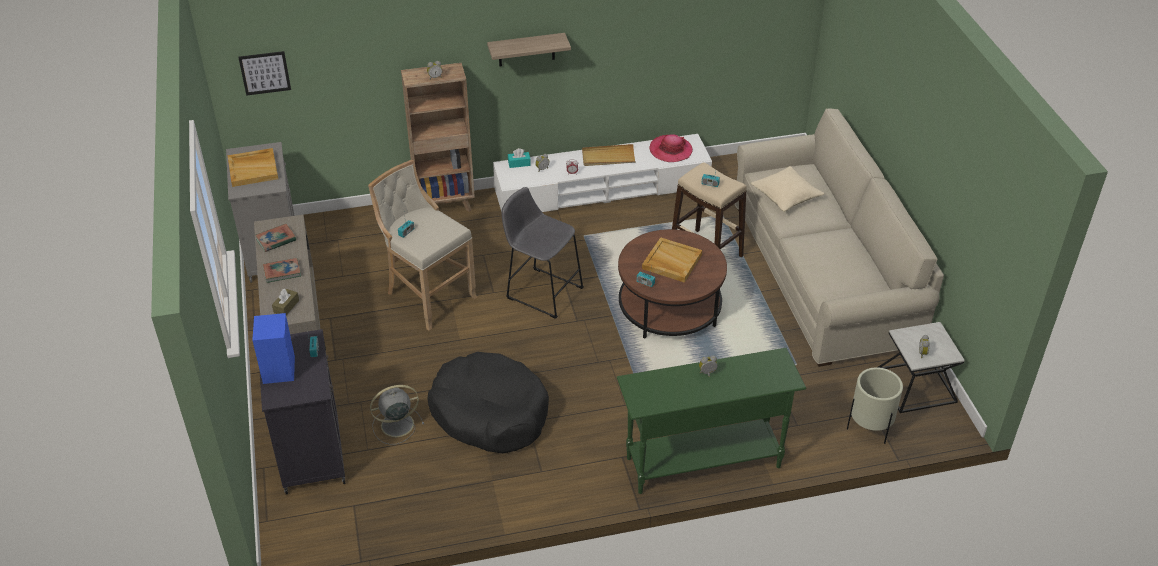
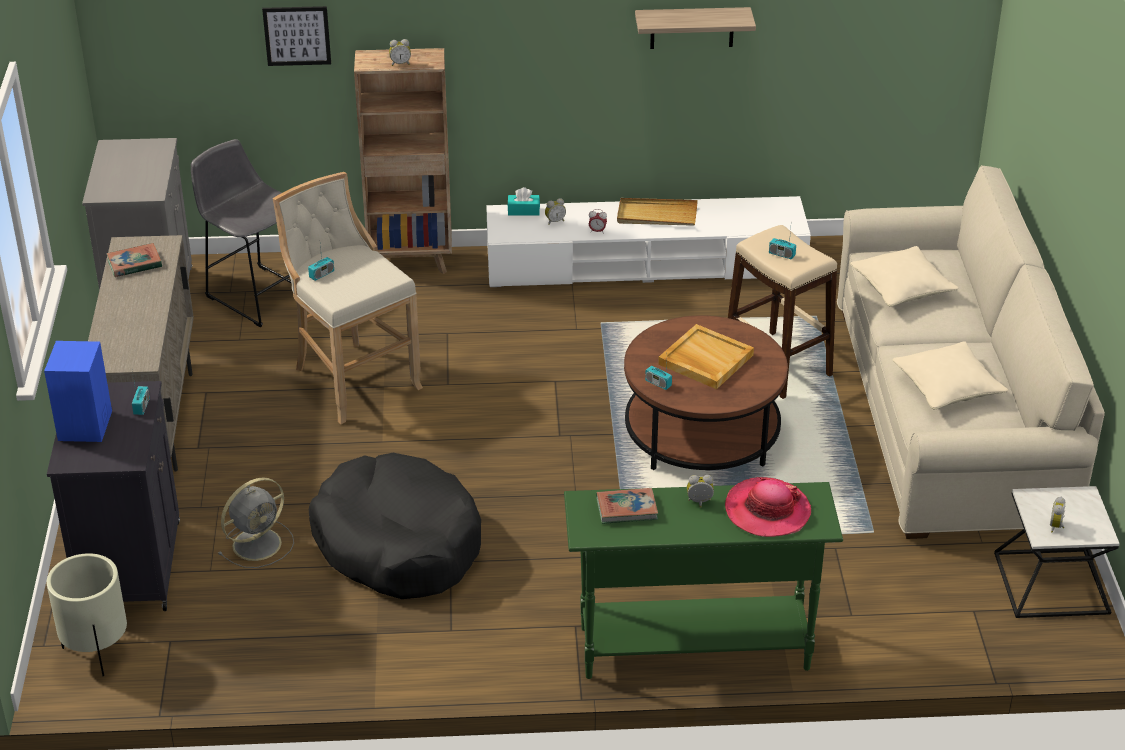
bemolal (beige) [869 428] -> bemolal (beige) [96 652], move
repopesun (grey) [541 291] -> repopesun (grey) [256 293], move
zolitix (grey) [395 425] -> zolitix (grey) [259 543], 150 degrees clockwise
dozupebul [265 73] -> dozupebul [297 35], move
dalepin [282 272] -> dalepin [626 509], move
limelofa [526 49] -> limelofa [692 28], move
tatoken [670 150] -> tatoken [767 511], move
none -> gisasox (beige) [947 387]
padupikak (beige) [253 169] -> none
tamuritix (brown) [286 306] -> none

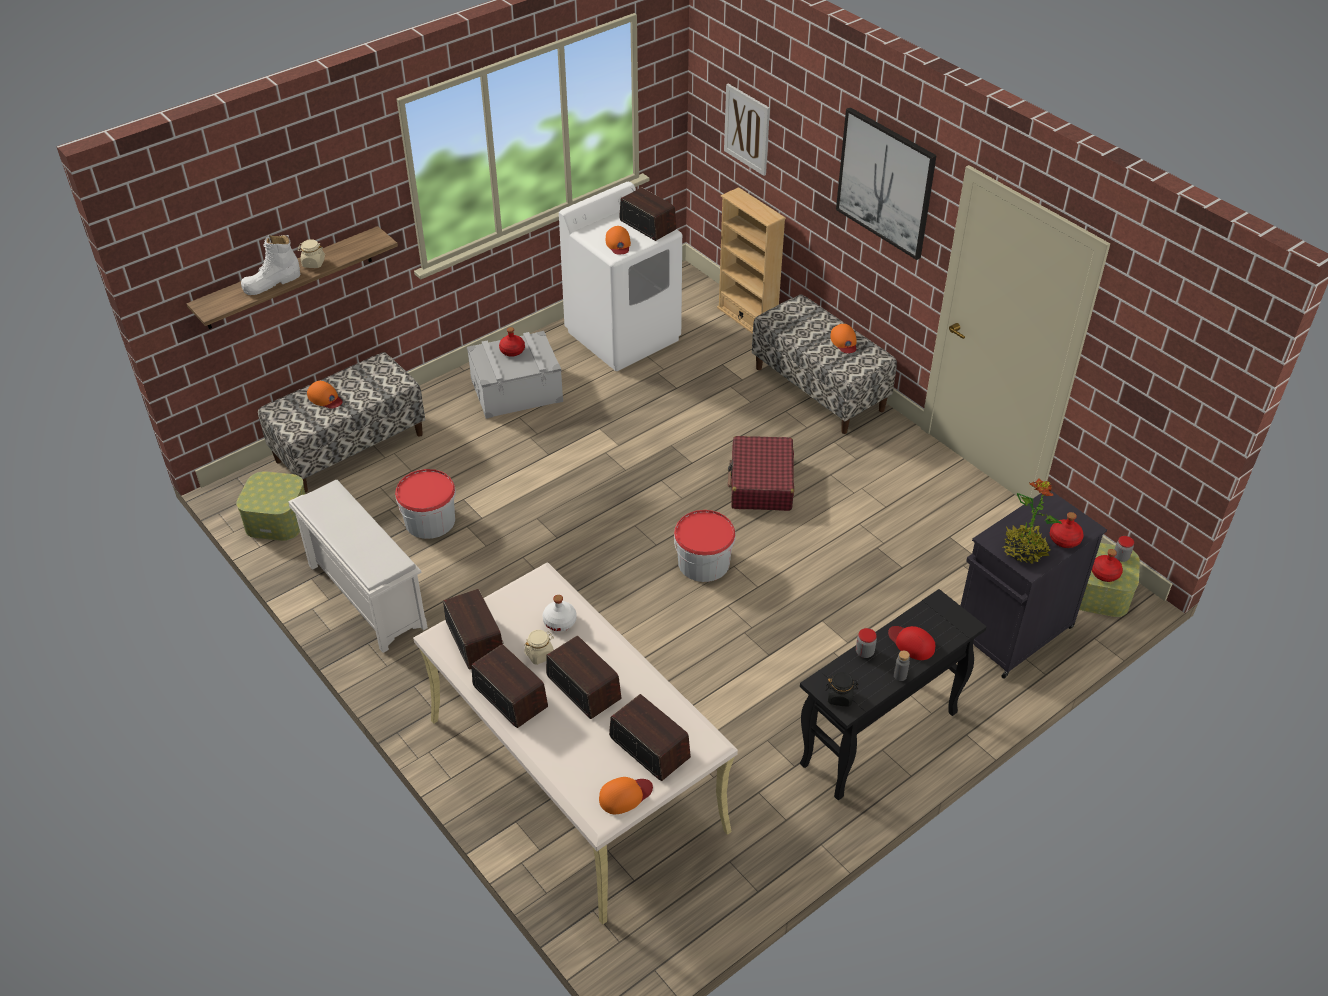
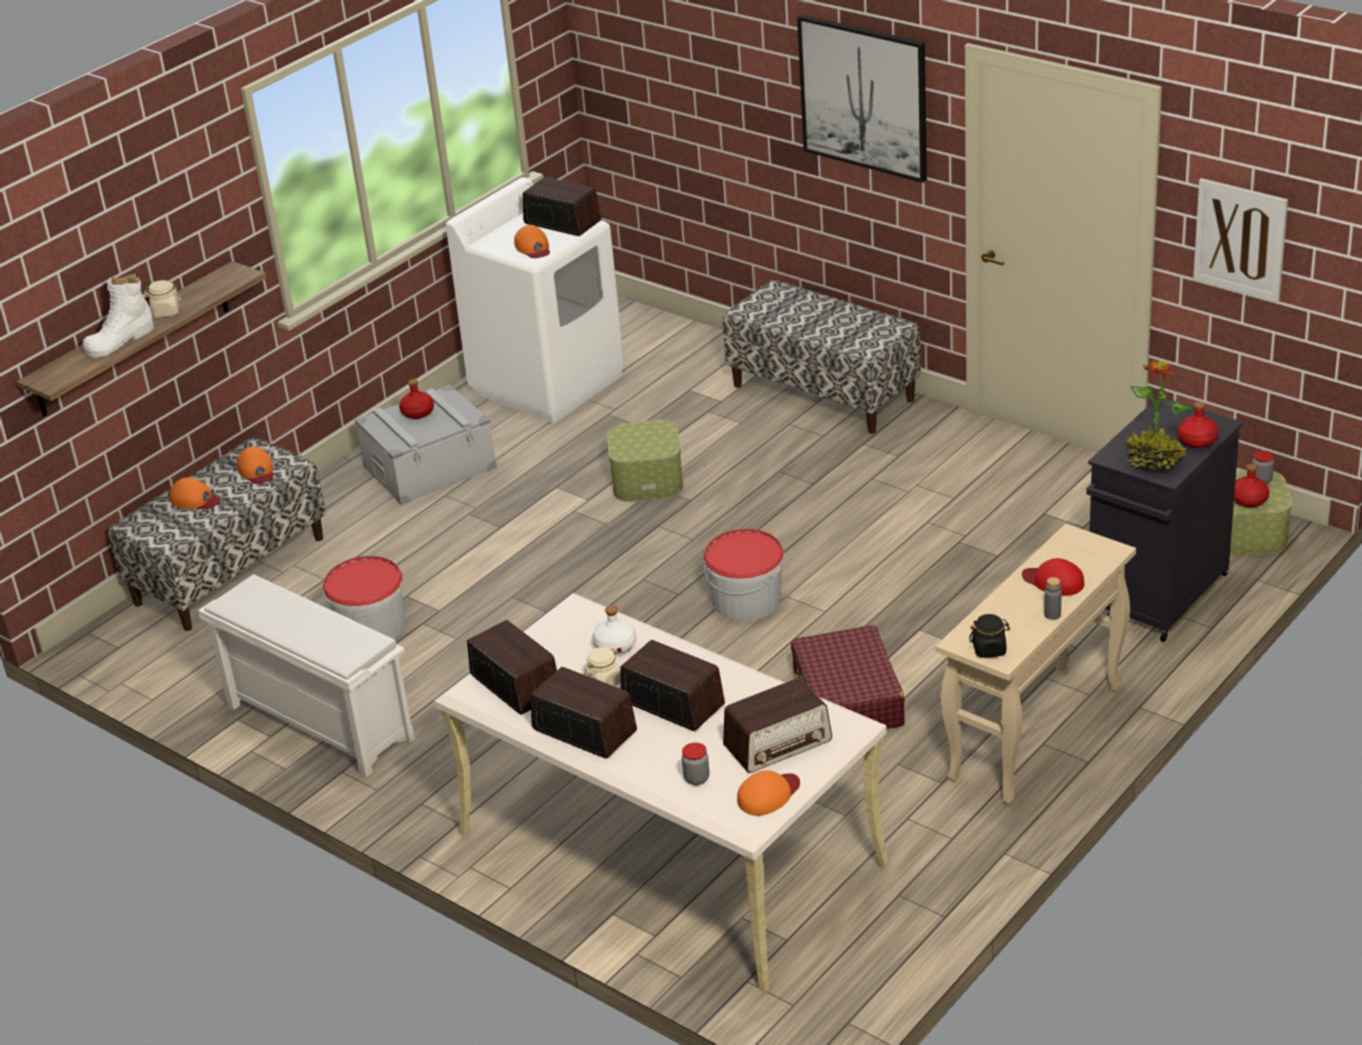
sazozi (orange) [844 341] -> sazozi (orange) [256 470], move
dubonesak [277 519] -> dubonesak [647 480], move
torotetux [864 652] -> torotetux [696 778], move
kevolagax [649 747] -> kevolagax [778 743], 120 degrees clockwise
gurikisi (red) [761 483] -> gurikisi (red) [847 699], move
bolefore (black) [878 740] -> bolefore (beige) [1035 734]
dozupebul [747 129] -> dozupebul [1240 239], move
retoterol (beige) [747 319] -> none

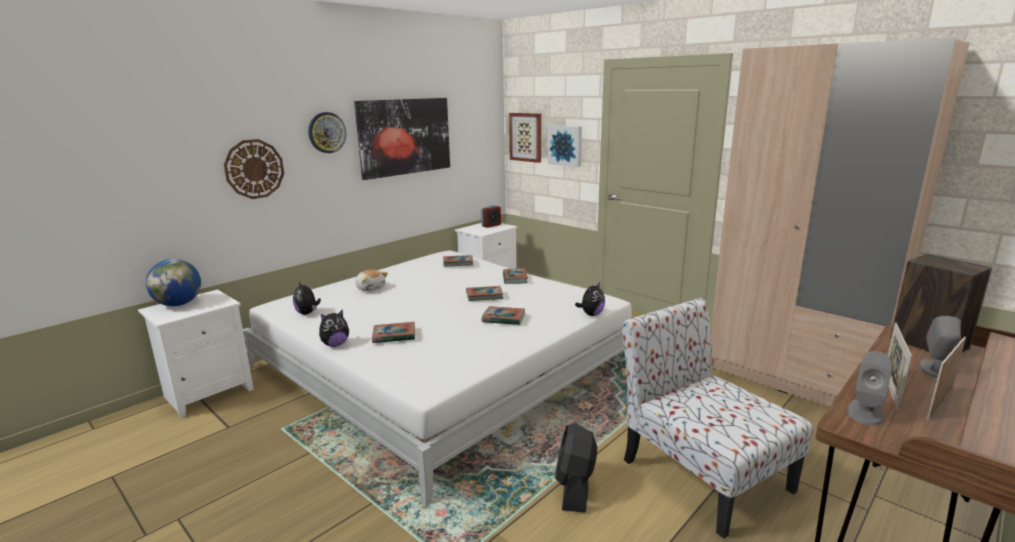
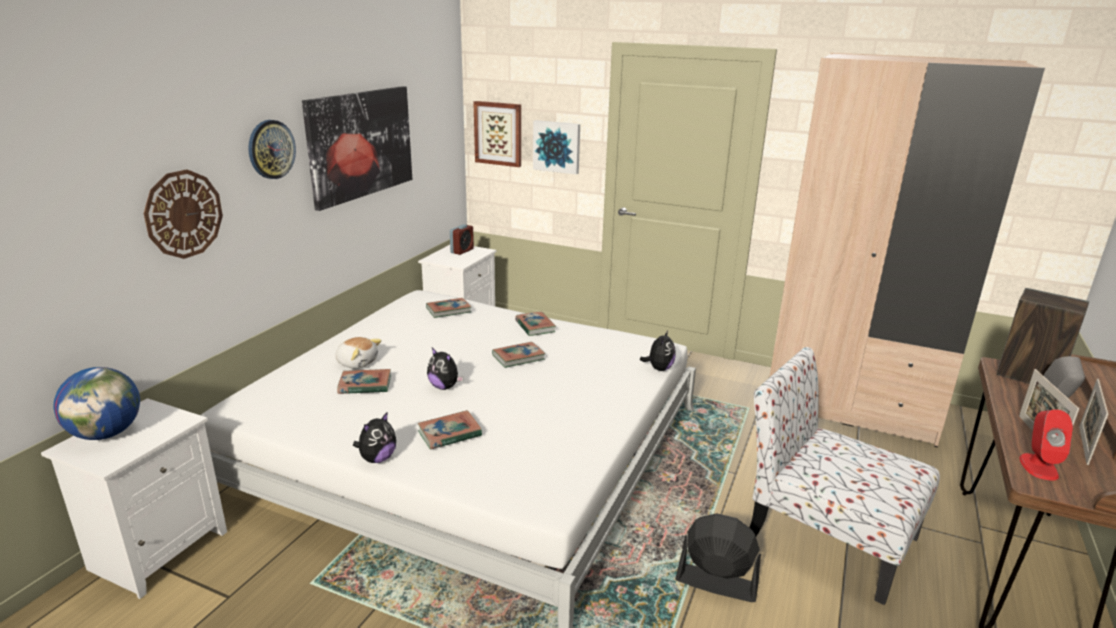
dalepin [503 318] -> dalepin [365 385], move
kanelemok [307 313] -> kanelemok [444 387], move
zolitix (black) [575 488] -> zolitix (black) [716 582], 120 degrees clockwise
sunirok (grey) [865 412] -> sunirok (red) [1038 466]

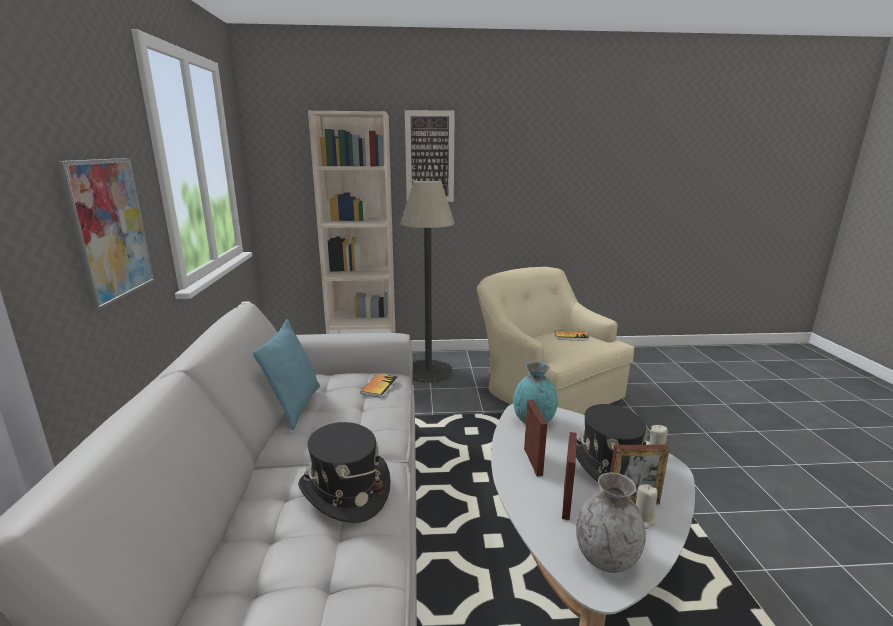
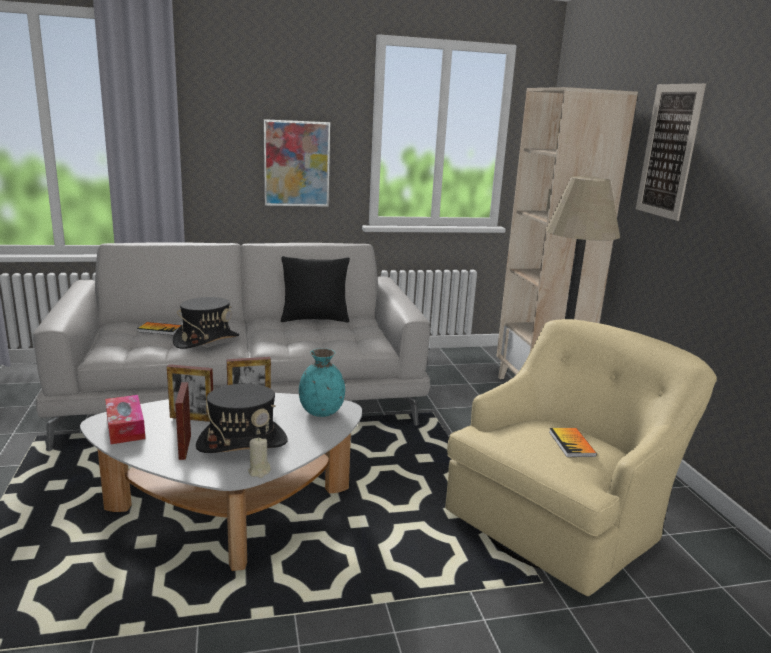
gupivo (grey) [606 558] -> tamuritix [125 427]
dalepin [379 386] -> dalepin [160 330], move
gisasox (turquoise) [295 406] -> gisasox (black) [315 319]
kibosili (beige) [643 519] -> none

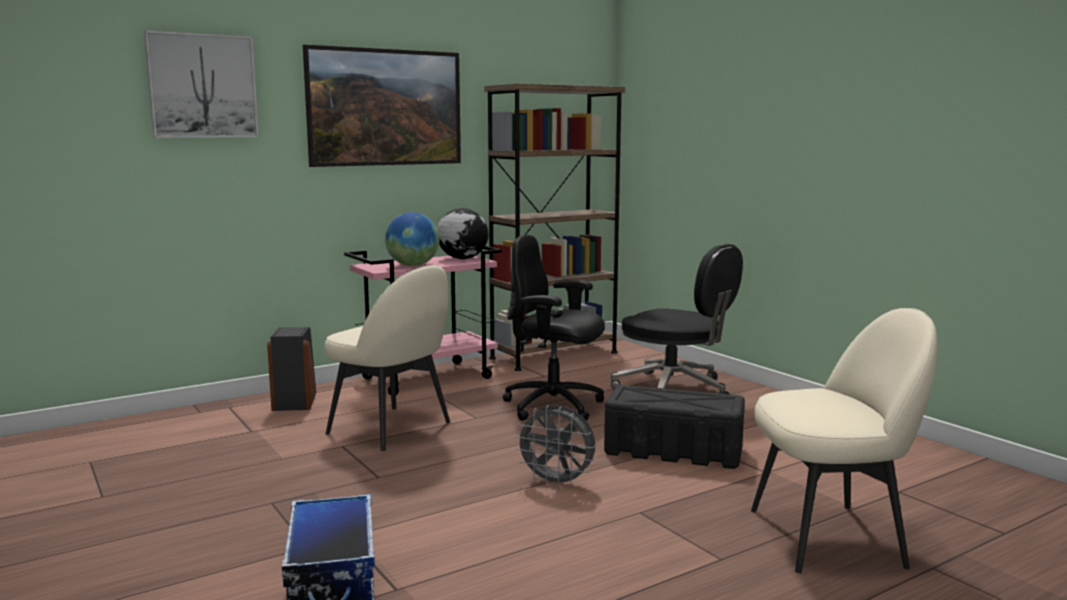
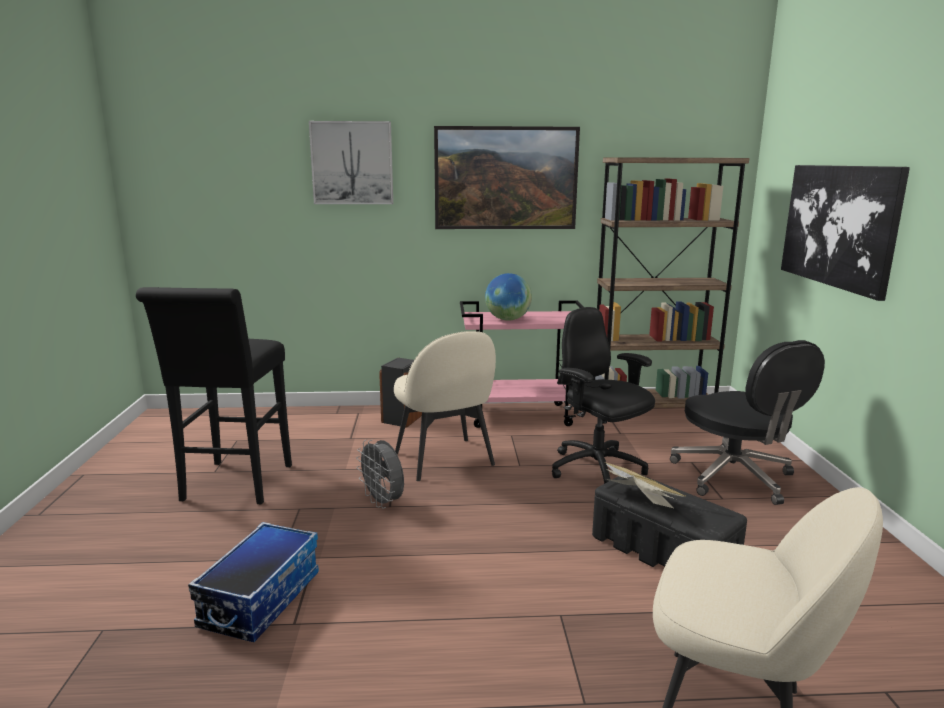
none -> repopesun (black) [234 486]
zolitix (grey) [557 483] -> zolitix (grey) [383 502], move
none -> dalepin [640 499]
none -> dozupebul [839 226]
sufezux [462 258] -> none

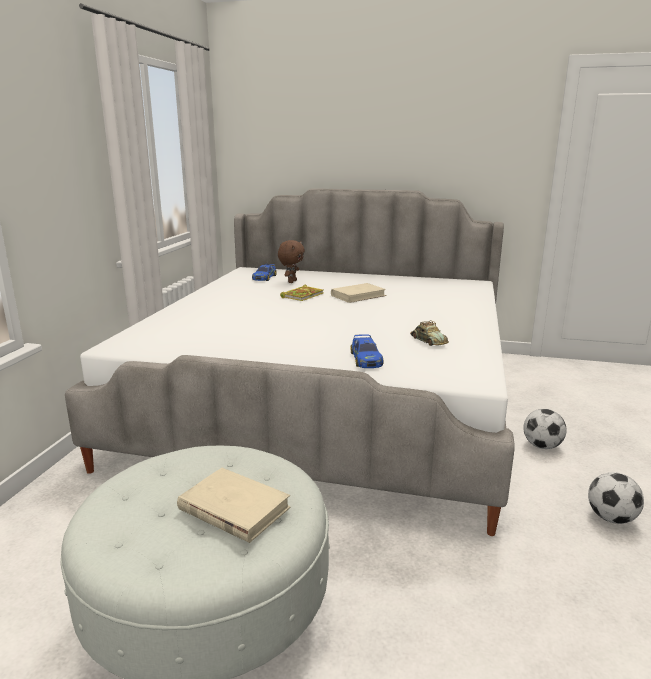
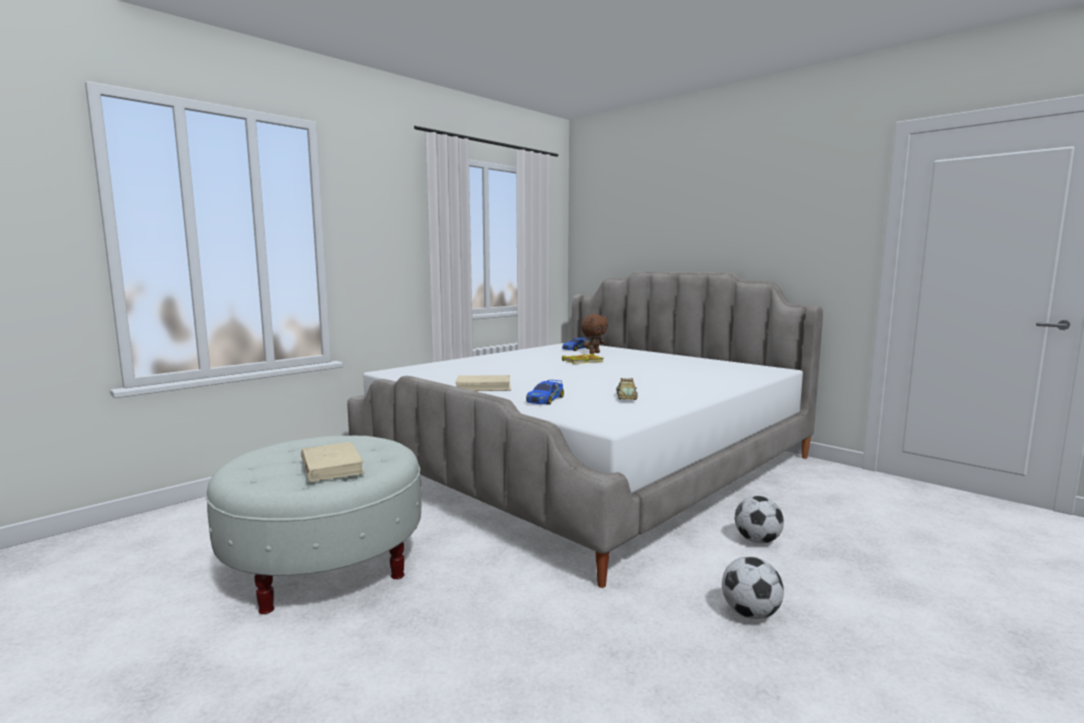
dalepin (beige) [358 296] -> dalepin (beige) [484 387], move

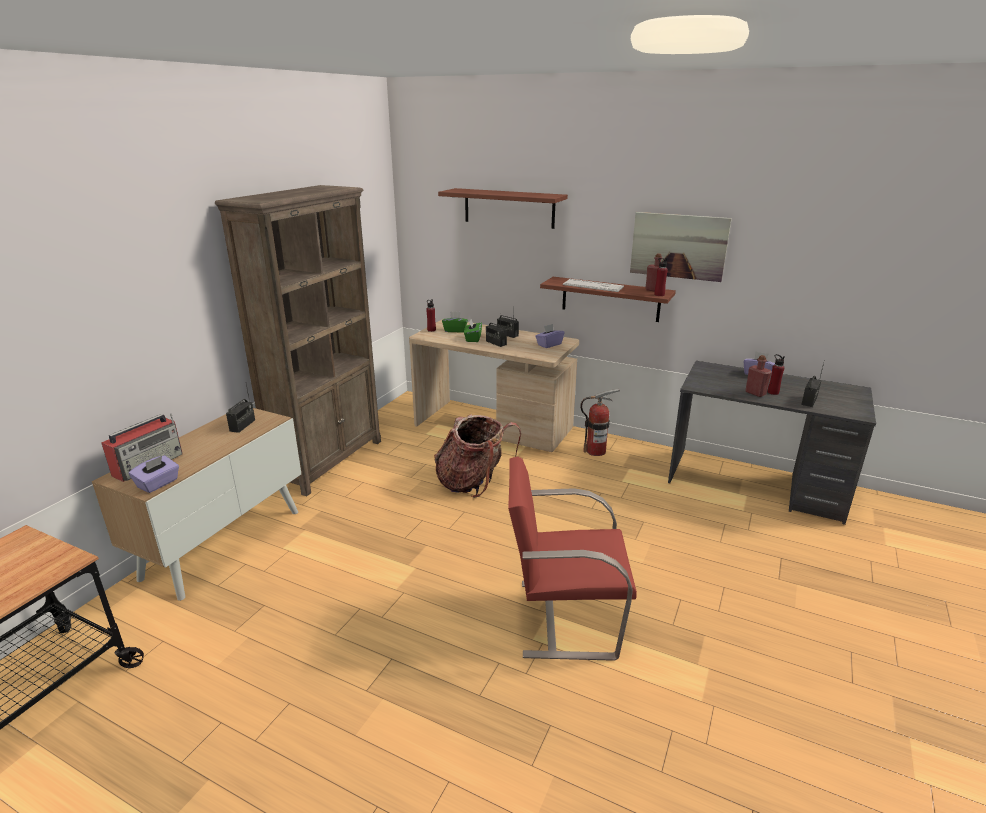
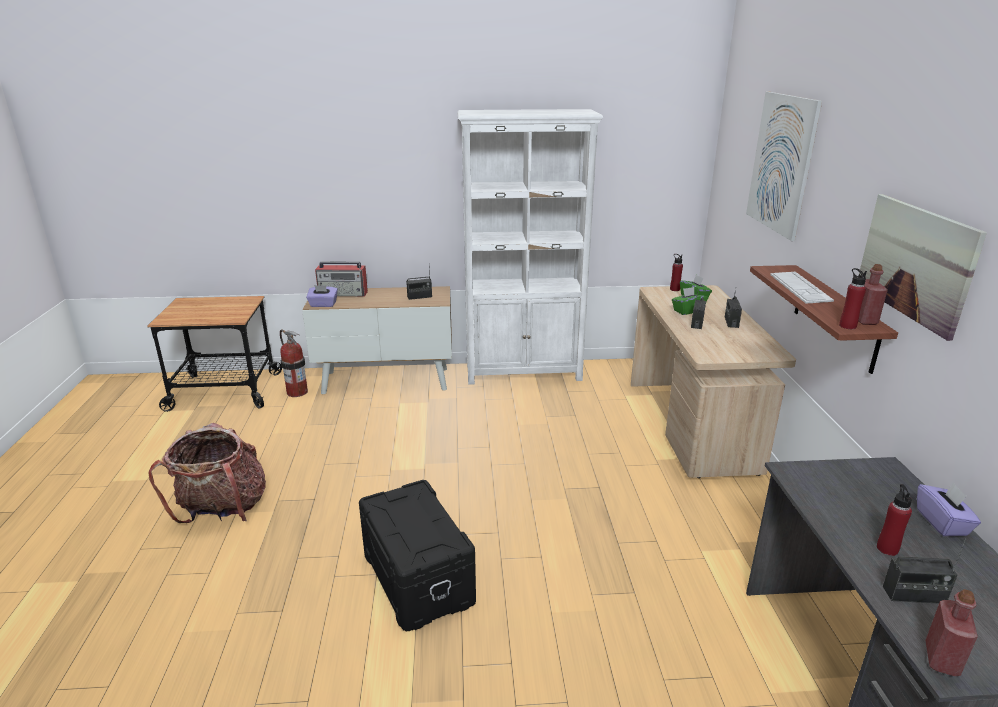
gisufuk [473 483] -> gisufuk [223 510], move
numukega [596 451] -> numukega [297 392], move
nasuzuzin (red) [563 617] -> dubonesak (black) [419 577]
retoterol (brown) [329 461] -> retoterol (white) [524 372]
limelofa [509 208] -> dozupebul [781 163]
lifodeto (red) [755 393] -> lifodeto (red) [941 659], move
tamuritix (purple) [549 344] -> none

